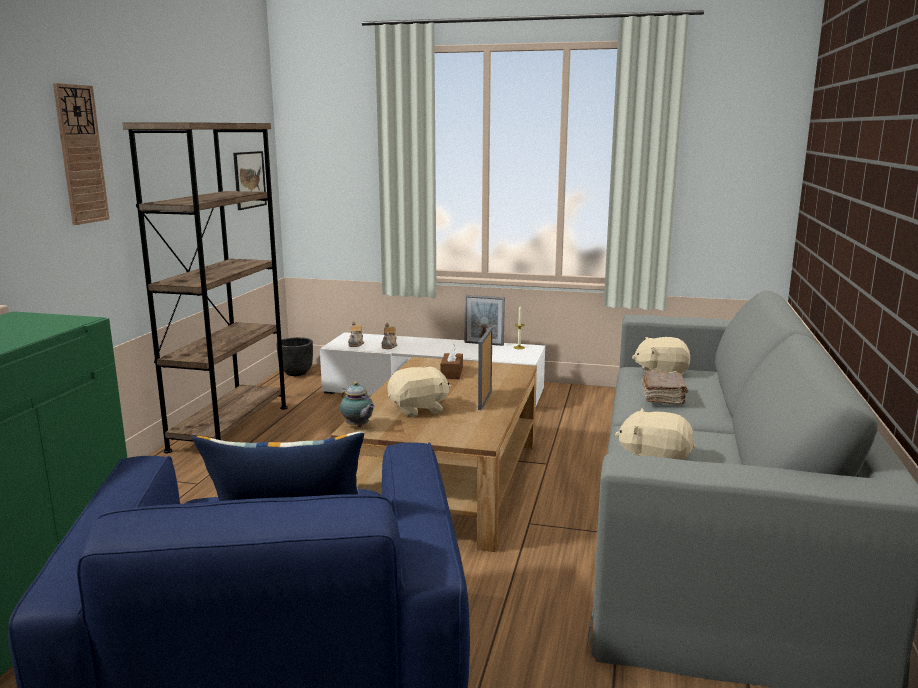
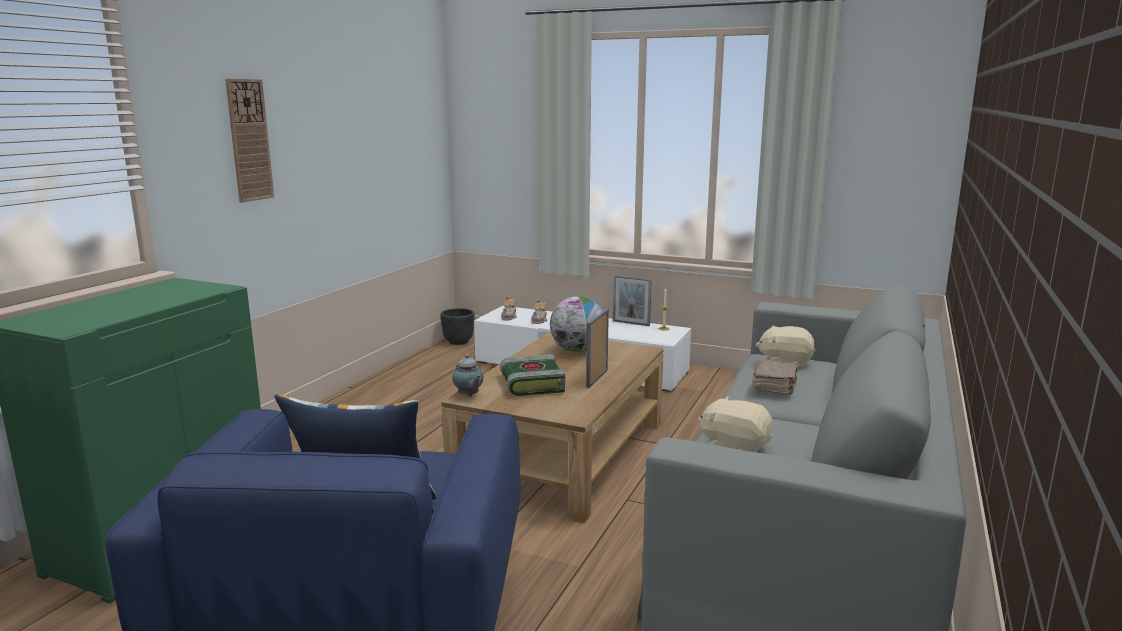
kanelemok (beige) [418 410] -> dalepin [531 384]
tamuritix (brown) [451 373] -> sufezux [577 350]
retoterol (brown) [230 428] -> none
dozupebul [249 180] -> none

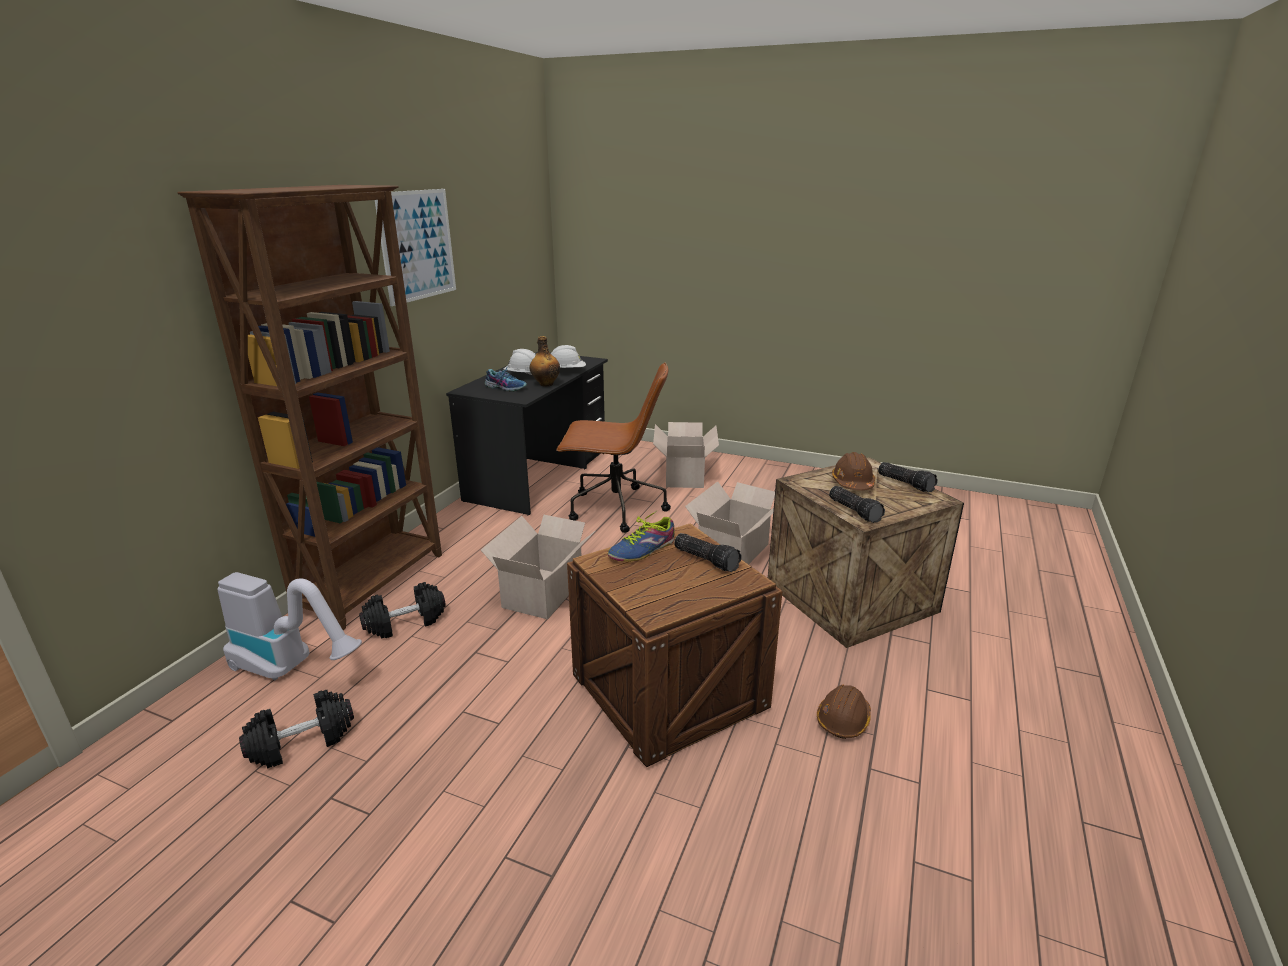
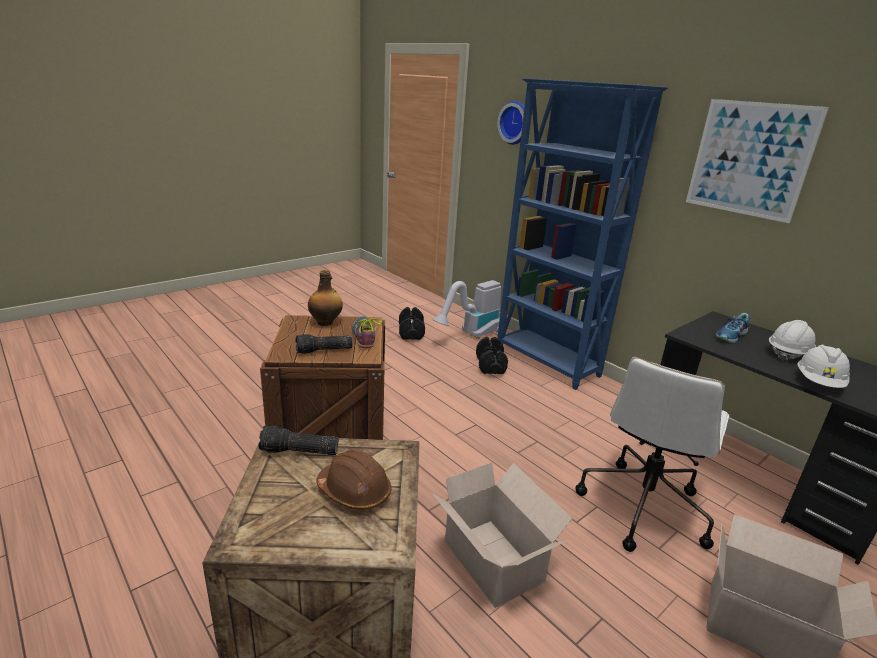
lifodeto [546 384] -> lifodeto [326 322], move
retoterol (brown) [375 583] -> retoterol (blue) [546 362]
none -> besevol [515 123]
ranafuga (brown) [615 509] -> ranafuga (white) [642 506]
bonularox [545 592] -> none
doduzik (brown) [843 720] -> none
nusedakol [906 483] -> none

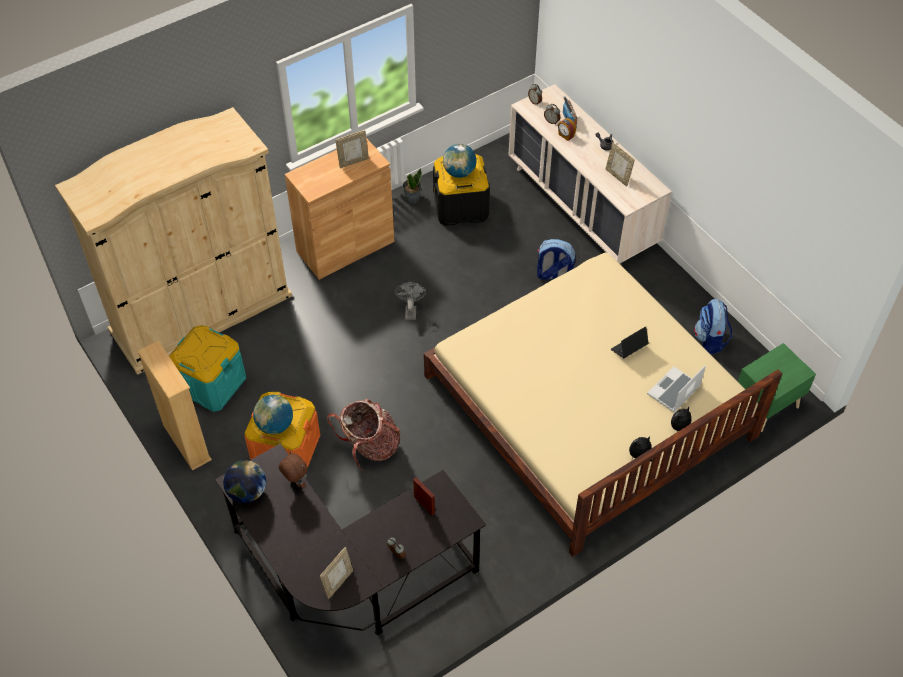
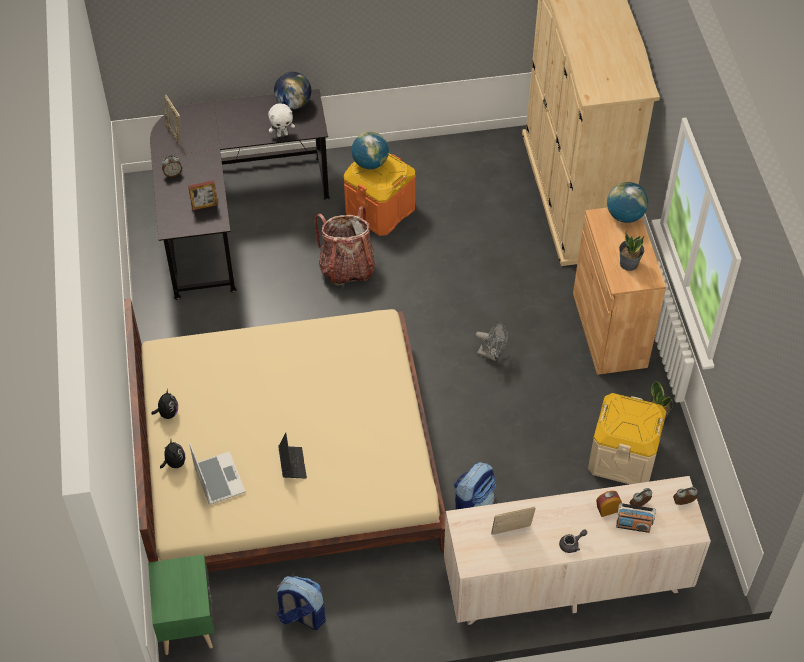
kanelemok (brown) [295 482] -> kanelemok (white) [282 134]
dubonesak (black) [461 206] -> dubonesak (beige) [623 456]
sufezux [459 172] -> sufezux [625 215], move
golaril [353 162] -> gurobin [628 263]
retoterol (beige) [186 442] -> none
dubonesak (turquoise) [211 384] -> none

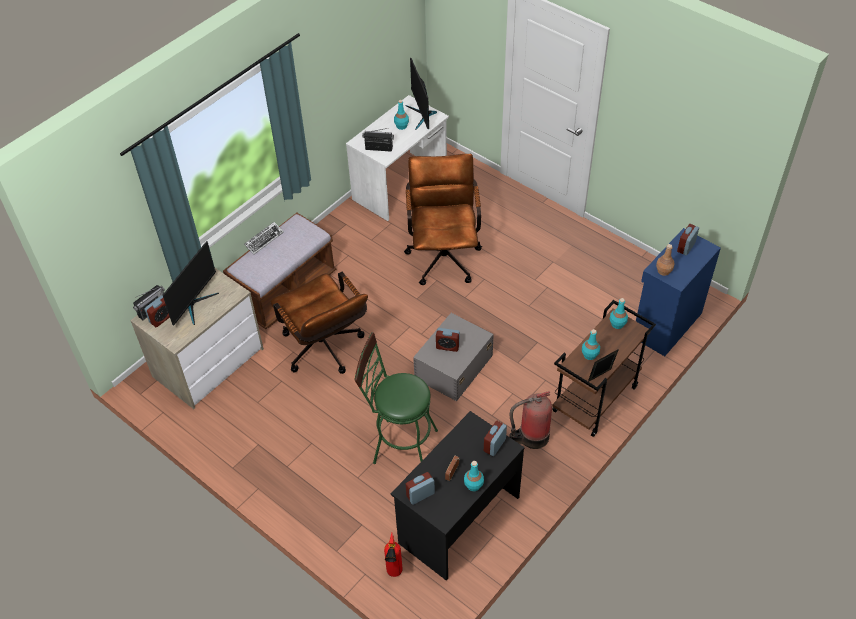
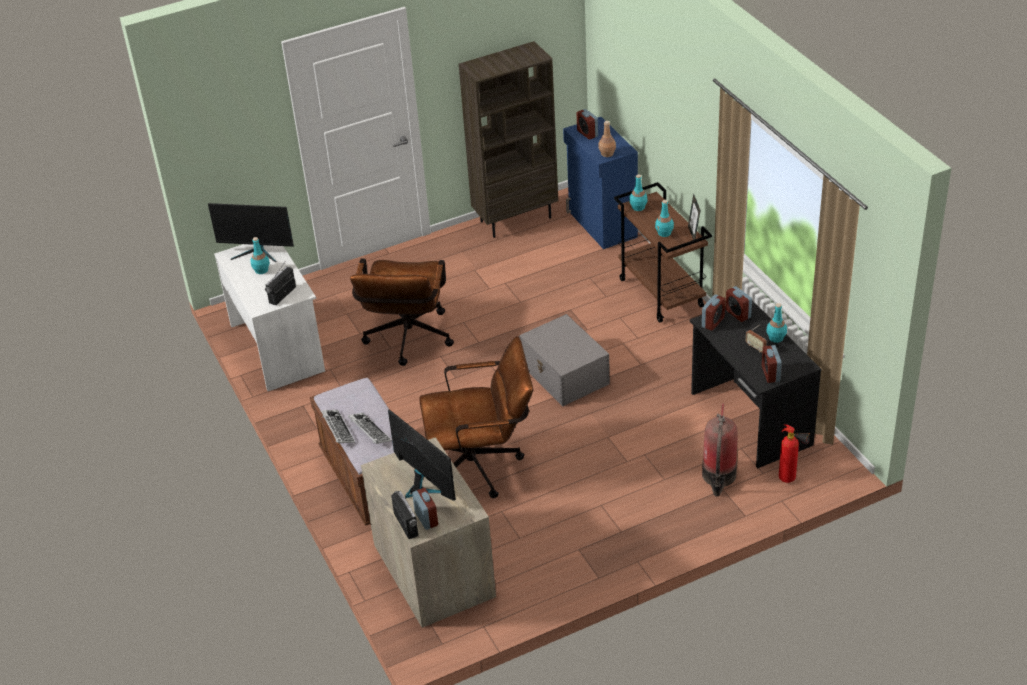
none -> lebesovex [369 431]
ranafuga (brown) [443 254] -> ranafuga (brown) [407 341], 105 degrees counterclockwise
none -> retoterol (brown) [516 219]
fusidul [447 346] -> fusidul [713 322], move
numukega [531 437] -> numukega [718 477], move
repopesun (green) [399 445] -> none

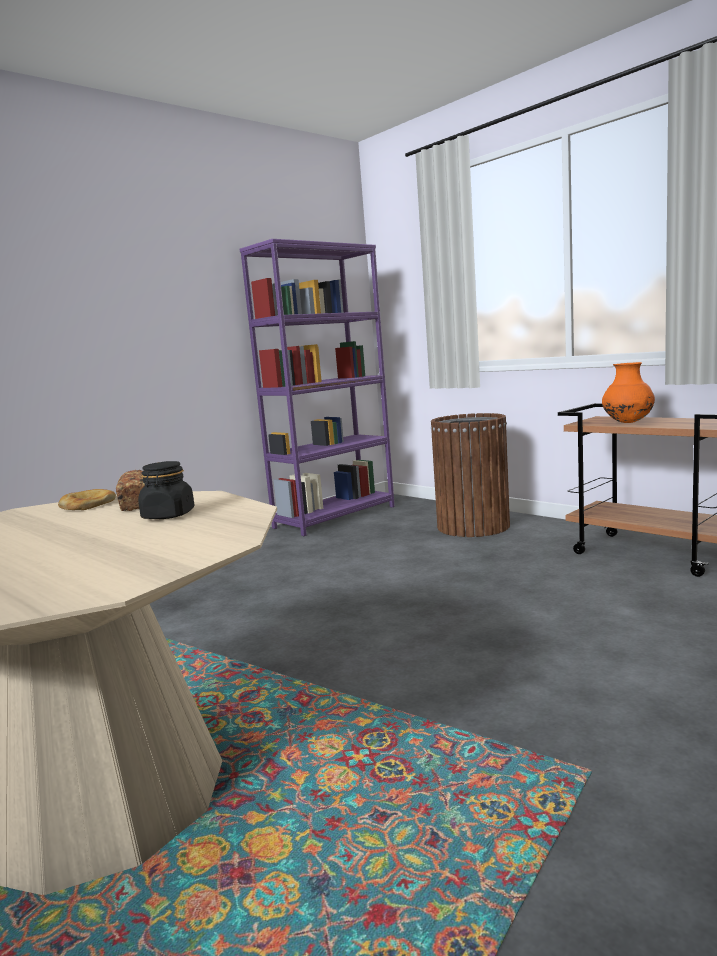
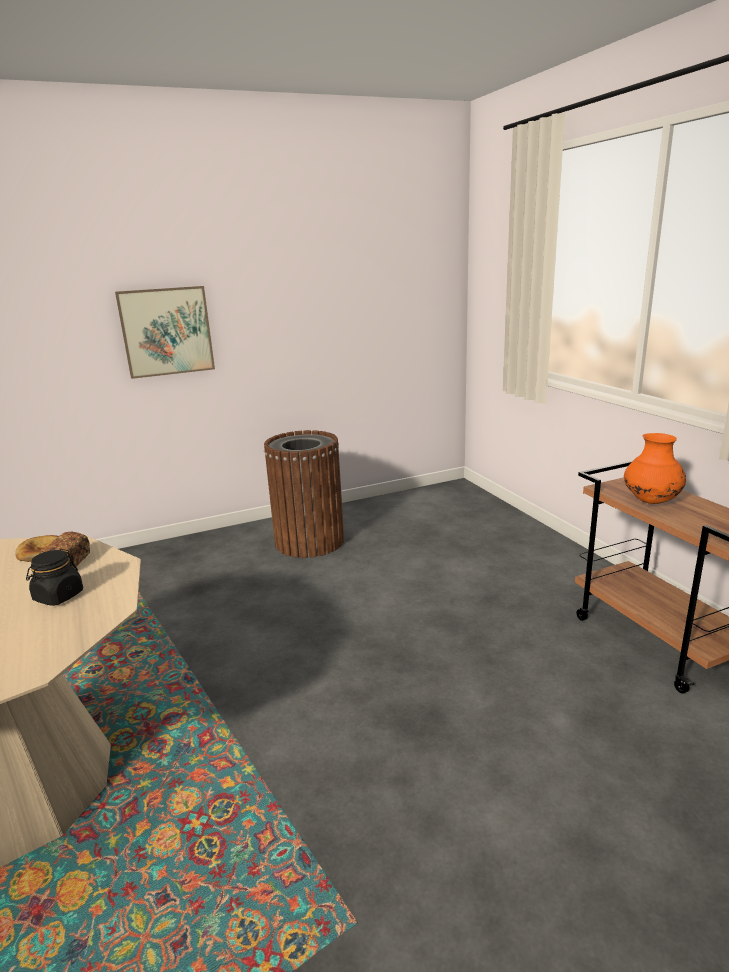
none -> dozupebul [166 331]
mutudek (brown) [473 526] -> mutudek (brown) [309 541], move
retoterol (purple) [335 517] -> none

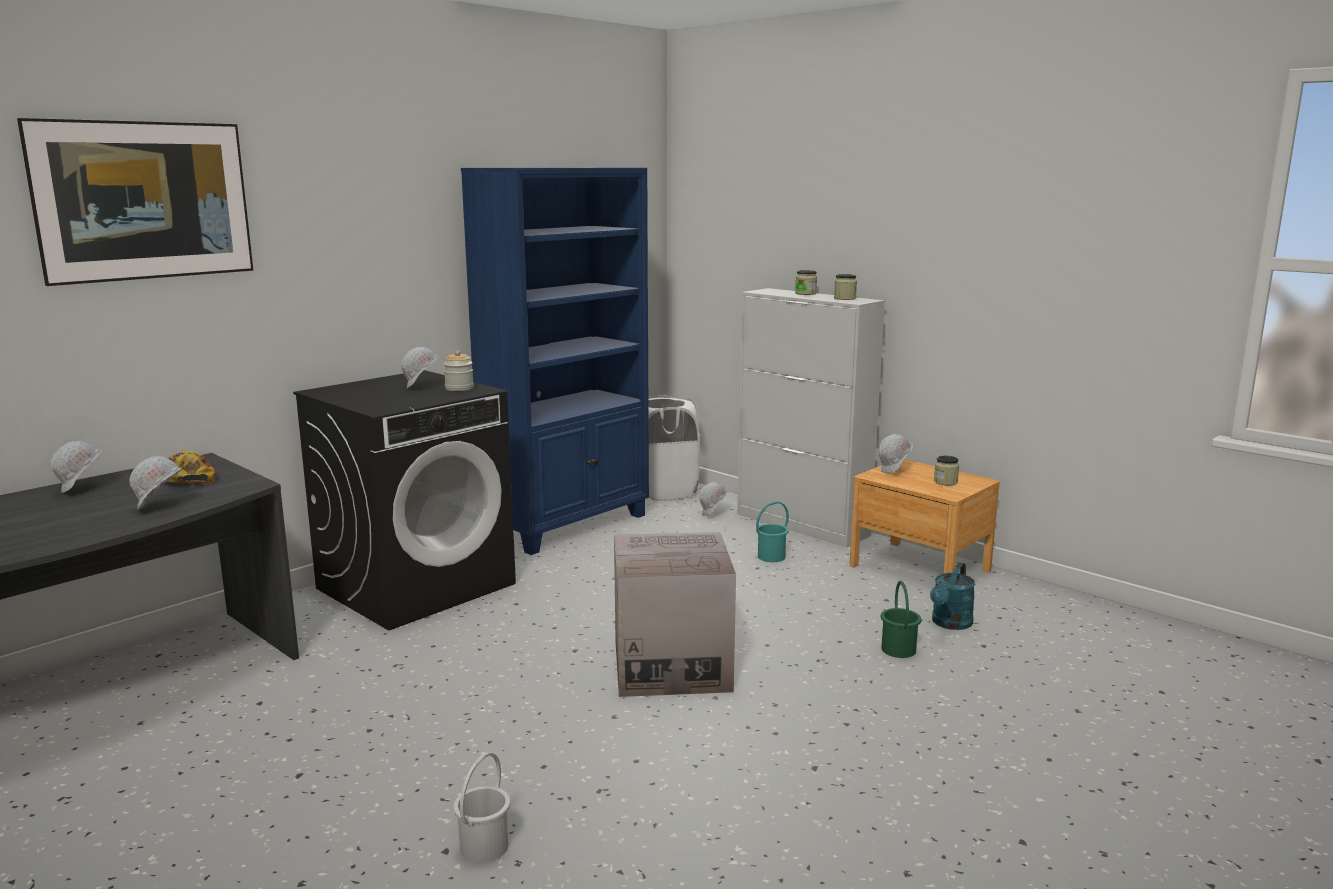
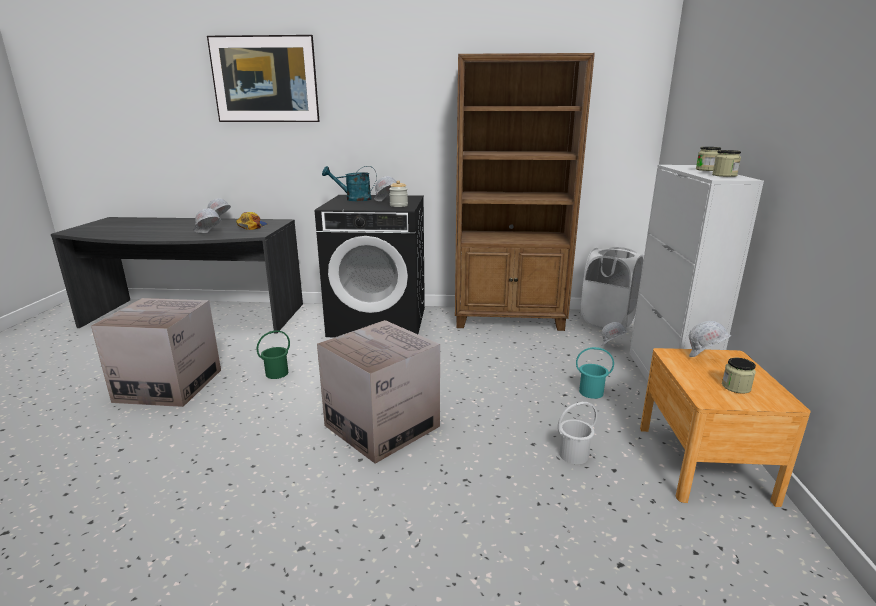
none -> bonularox [169 385]
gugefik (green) [898 650] -> gugefik (green) [276 373], move
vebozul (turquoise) [950 624] -> vebozul (turquoise) [353 199], move
retoterol (blue) [568 525] -> retoterol (brown) [509 319]
gugefik (white) [483 847] -> gugefik (white) [573 454], move

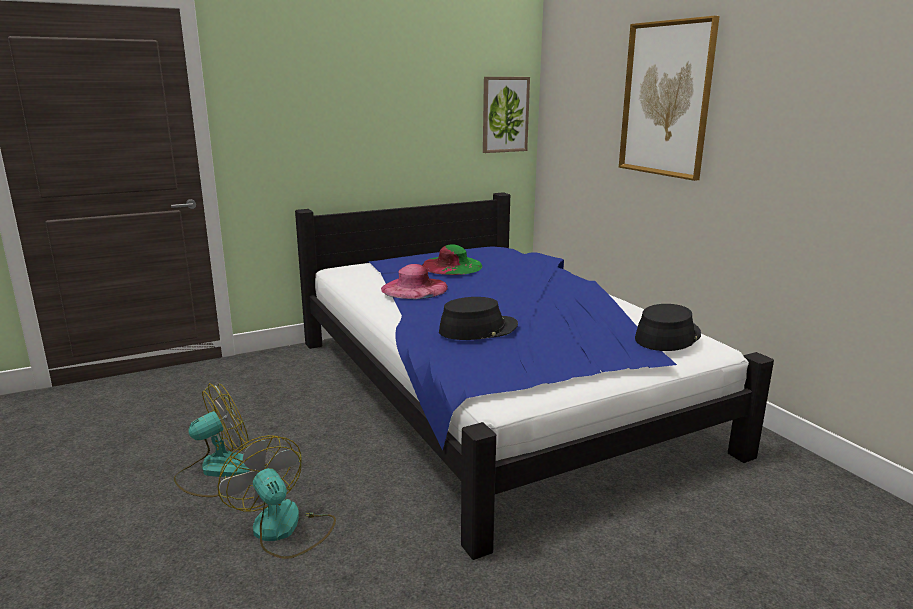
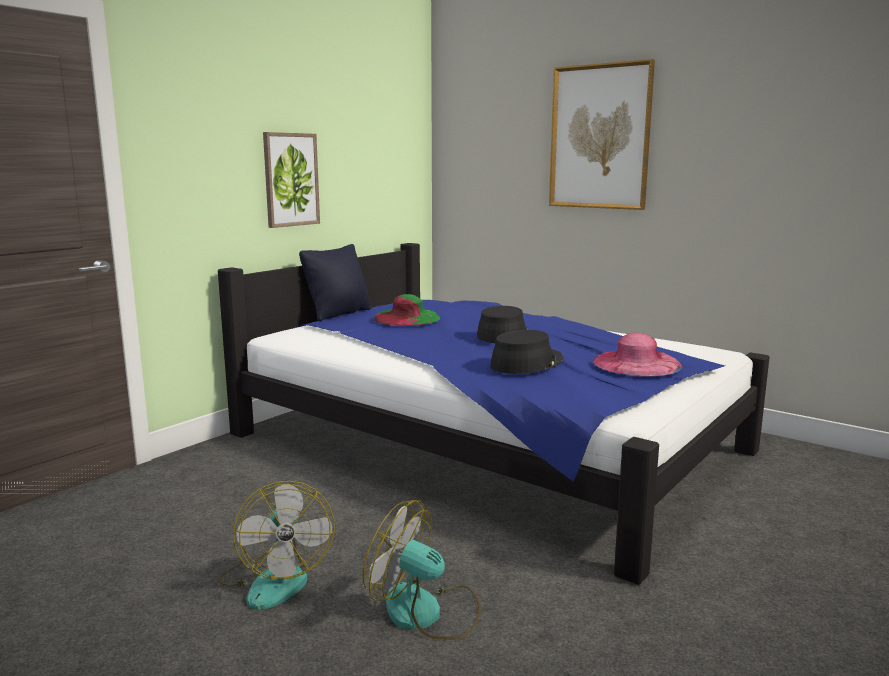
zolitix [215 471] -> zolitix [275 579], 135 degrees clockwise
dozupebul [505 114] -> dozupebul [291 179], move
none -> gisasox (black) [338 314]
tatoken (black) [667 336] -> tatoken (black) [502 334], move
tatoken (pink) [414 288] -> tatoken (pink) [636 363], move

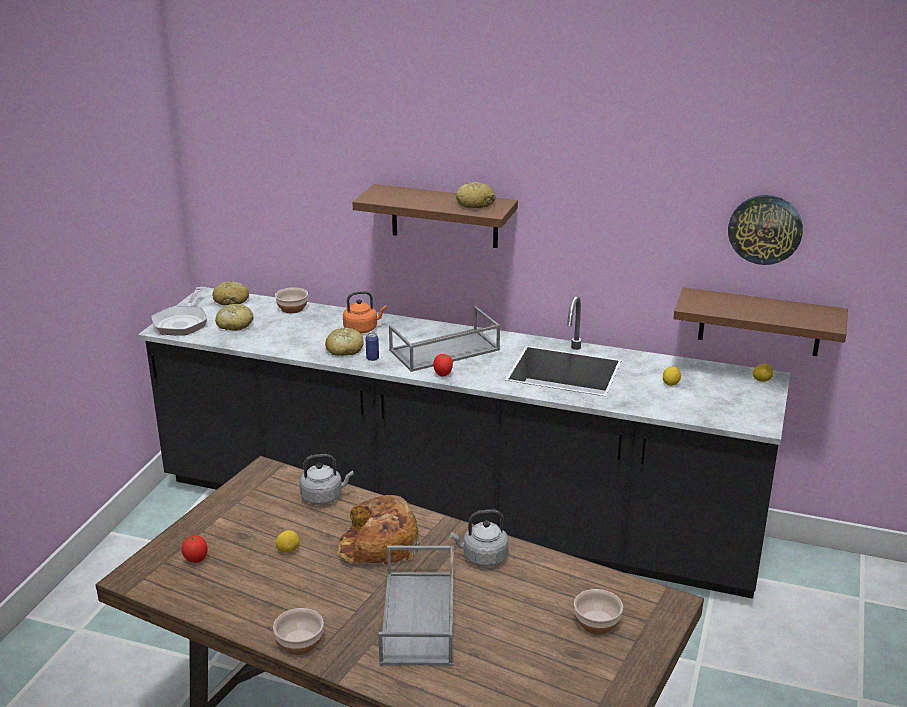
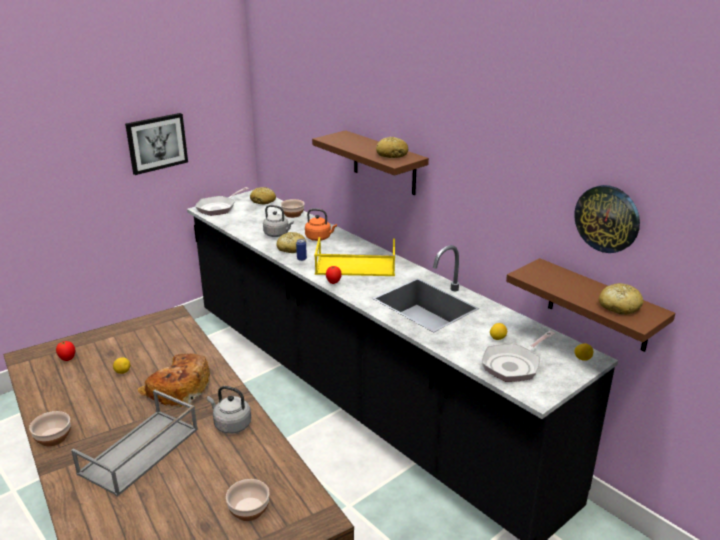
none -> dozupebul [156 143]
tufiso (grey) [324 497] -> tufiso (grey) [277 234], move
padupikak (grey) [444 351] -> padupikak (yellow) [354 266]
none -> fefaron [514 365]
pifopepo [234 325] -> pifopepo [619 306], move

